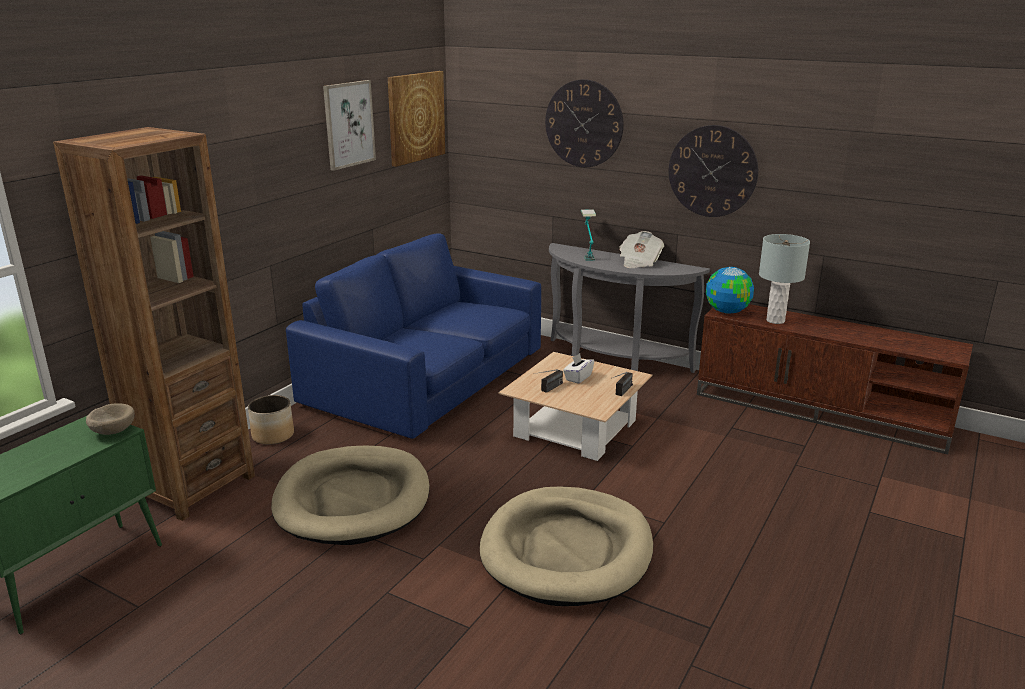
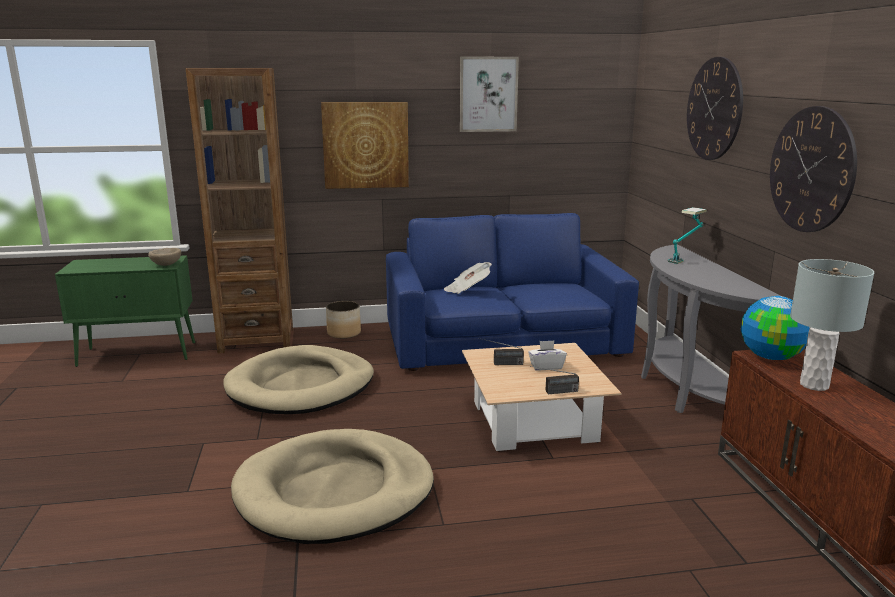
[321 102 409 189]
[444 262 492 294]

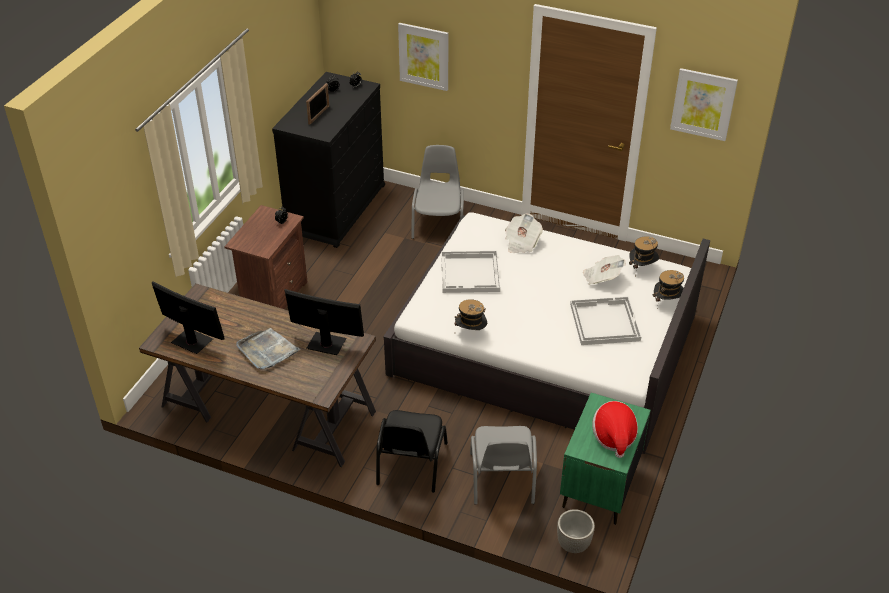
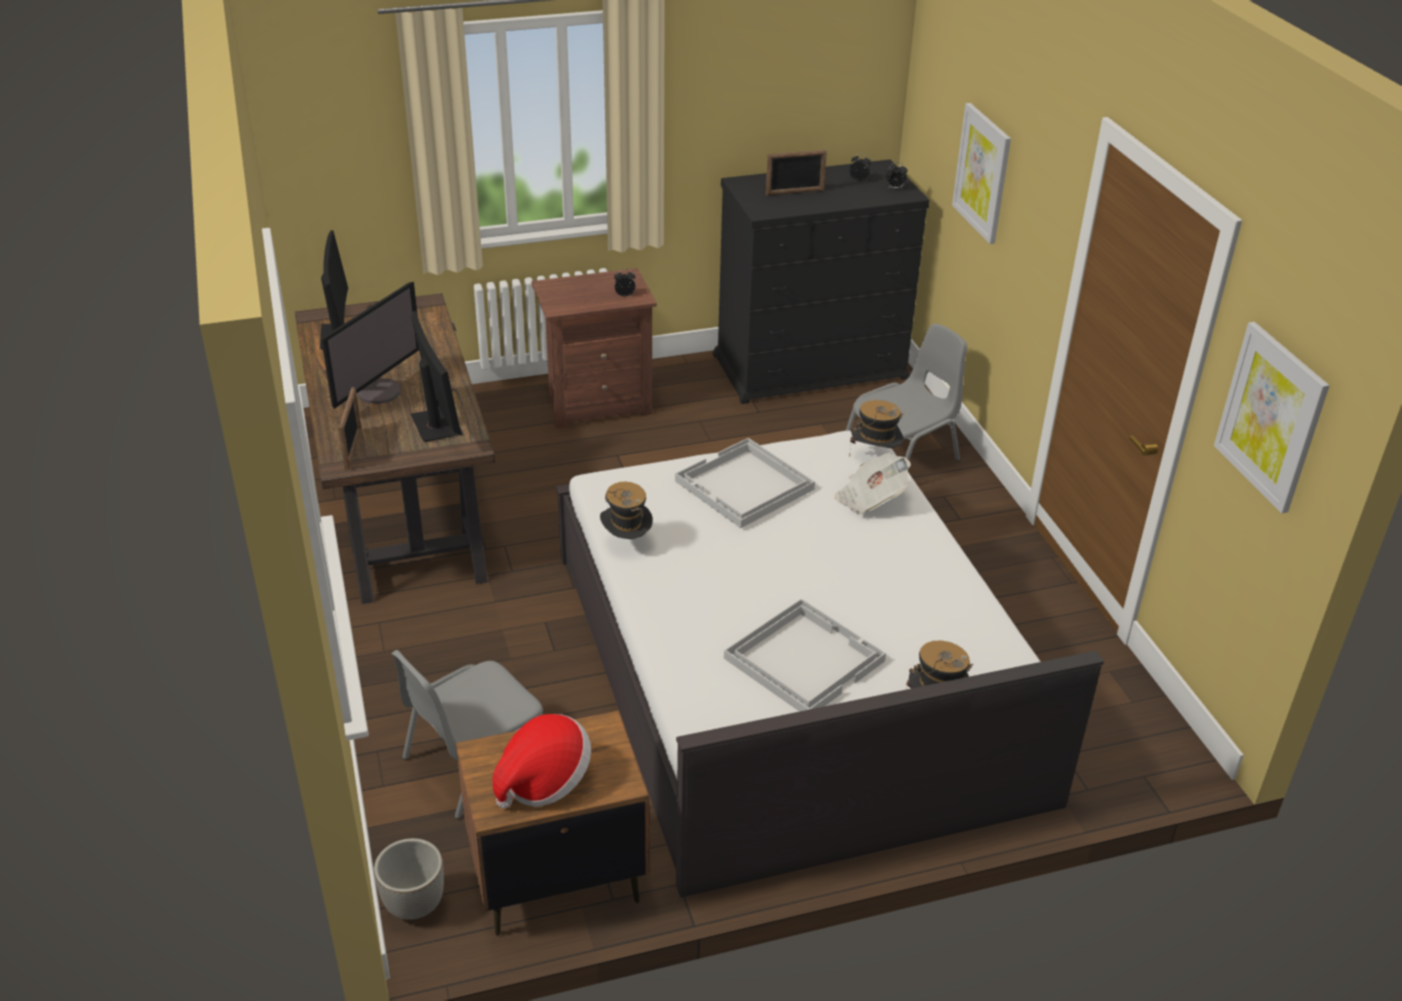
[849 400 904 458]
[582 255 626 285] (first image)
[321 282 419 409]
[456 711 649 936]
[376 410 448 493] (first image)
[338 387 362 471]

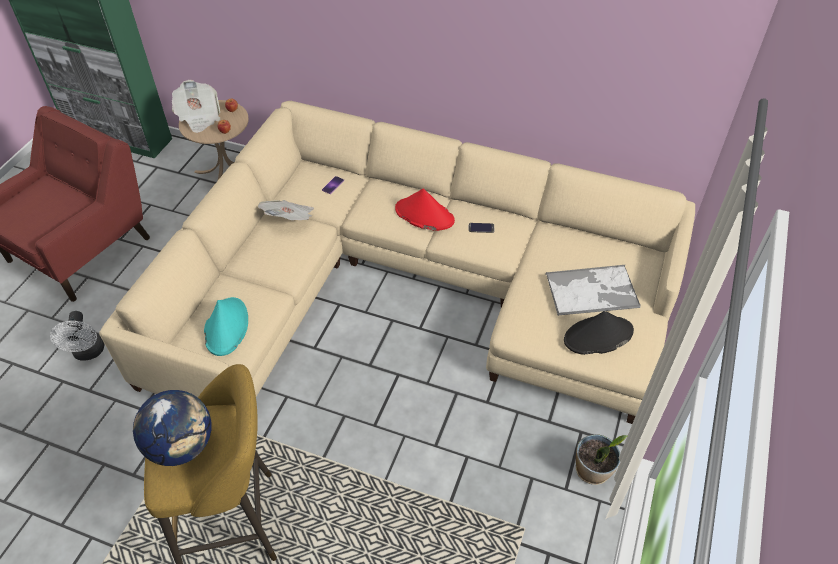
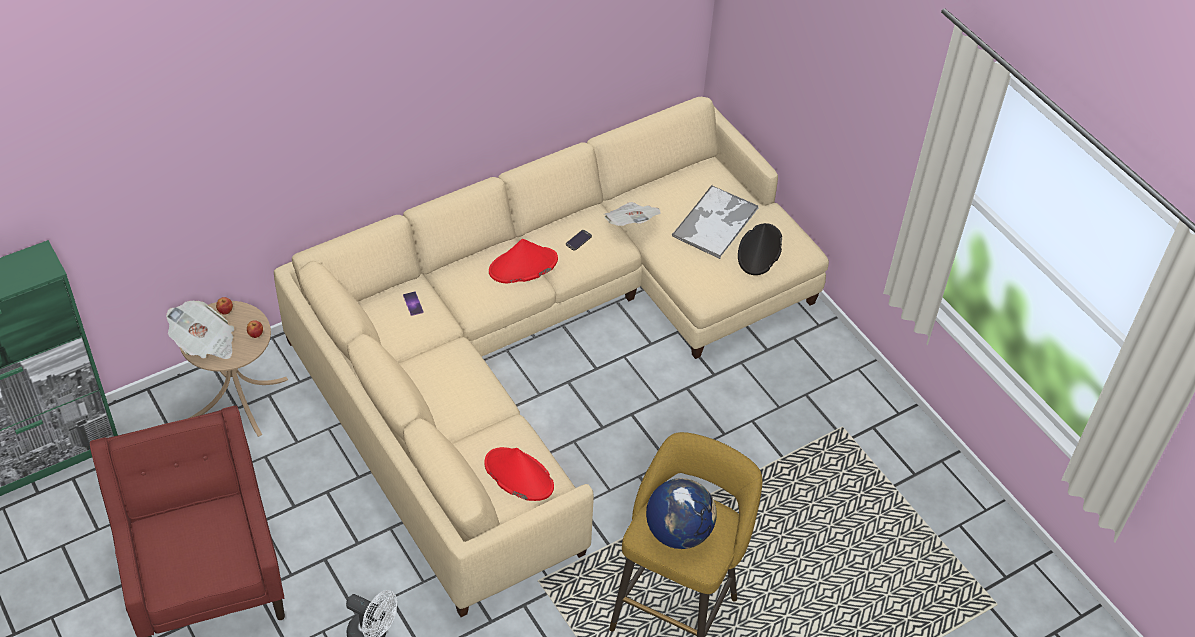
[604 202 661 226]
[484 447 554 501]
[576 434 627 485] (first image)

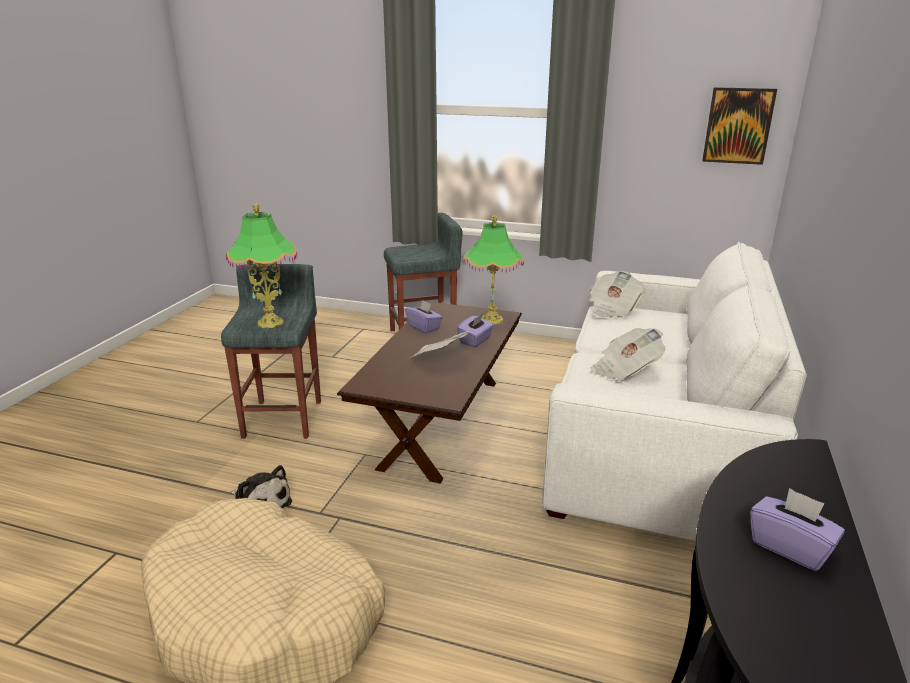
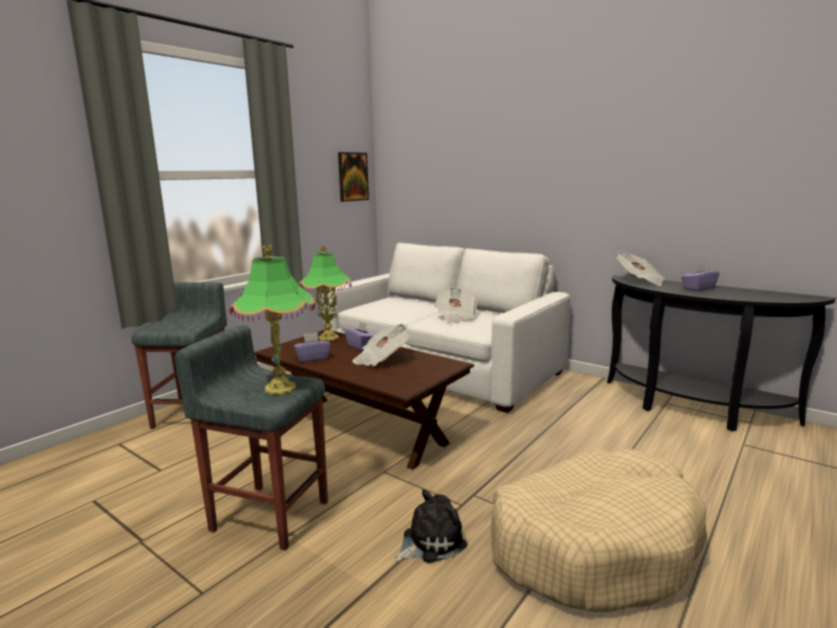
[617 251 665 286]

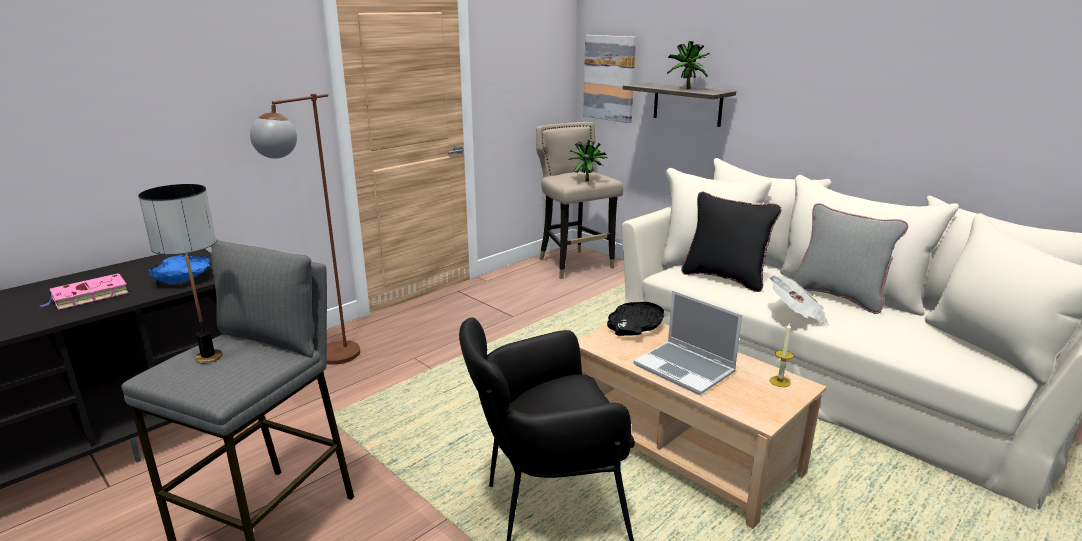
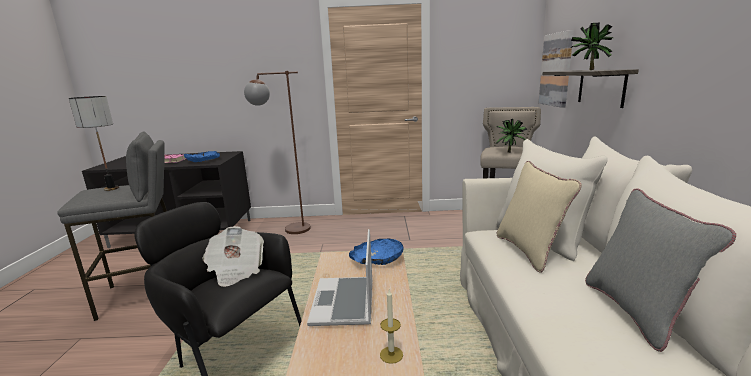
[496 161 582 273]
[202 226 264 287]
[349 239 404 265]

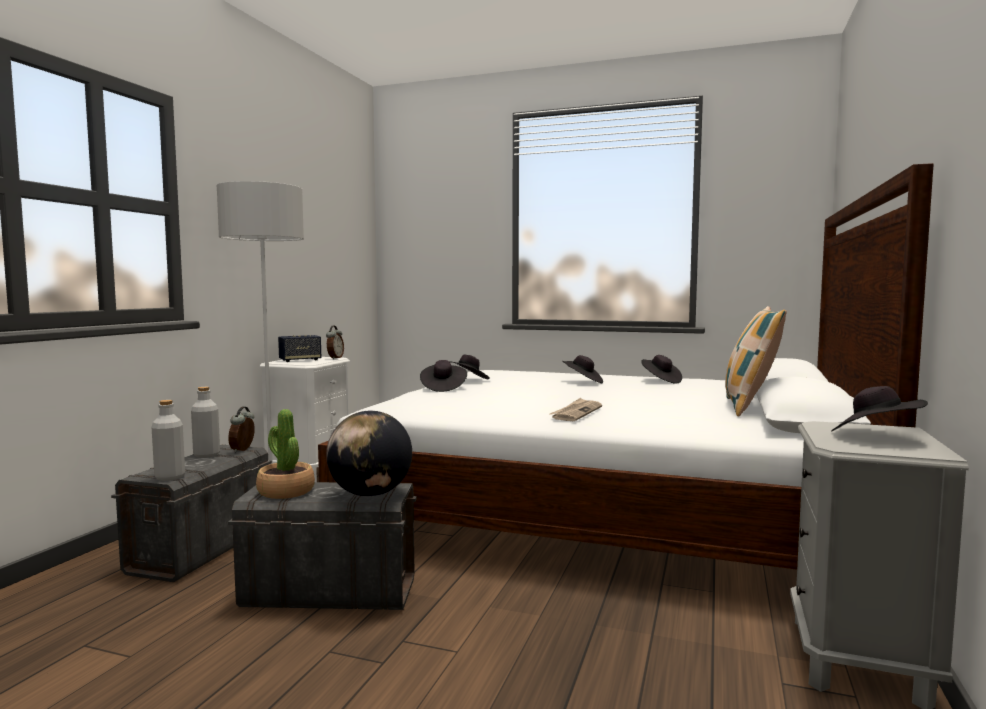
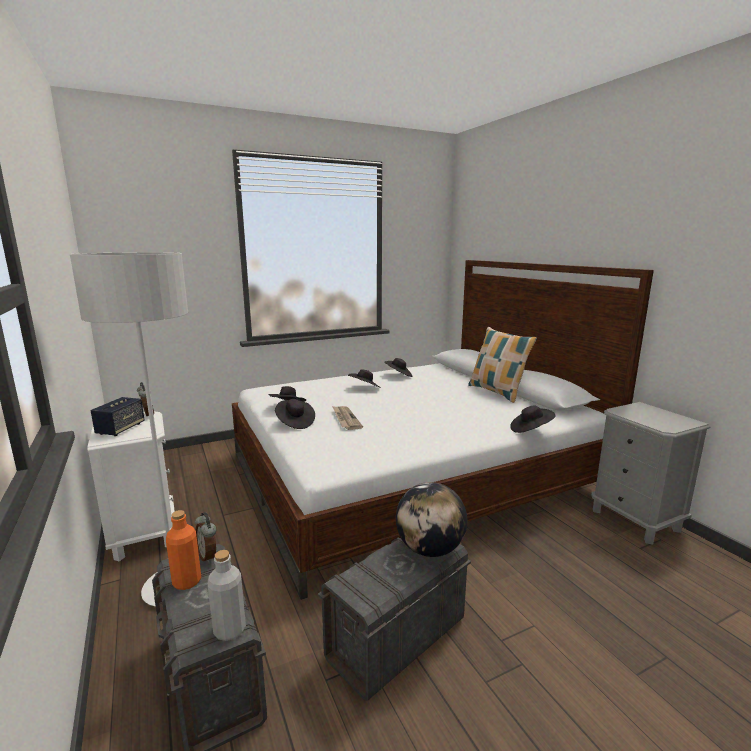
[510 406 556 433]
[166 510 201 590]
[332 406 363 430]
[256 409 315 499] (first image)

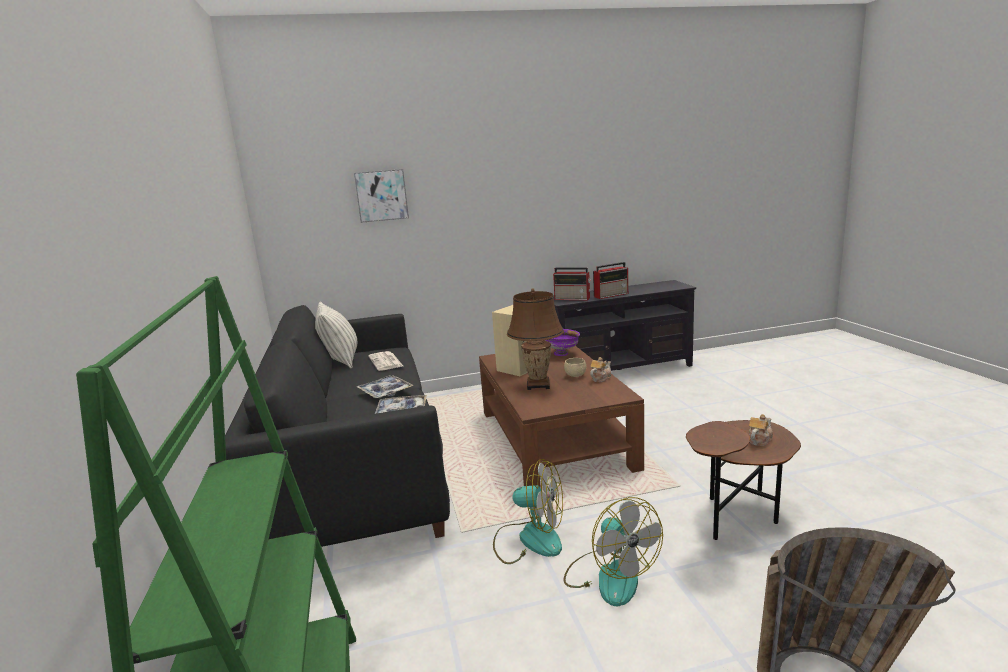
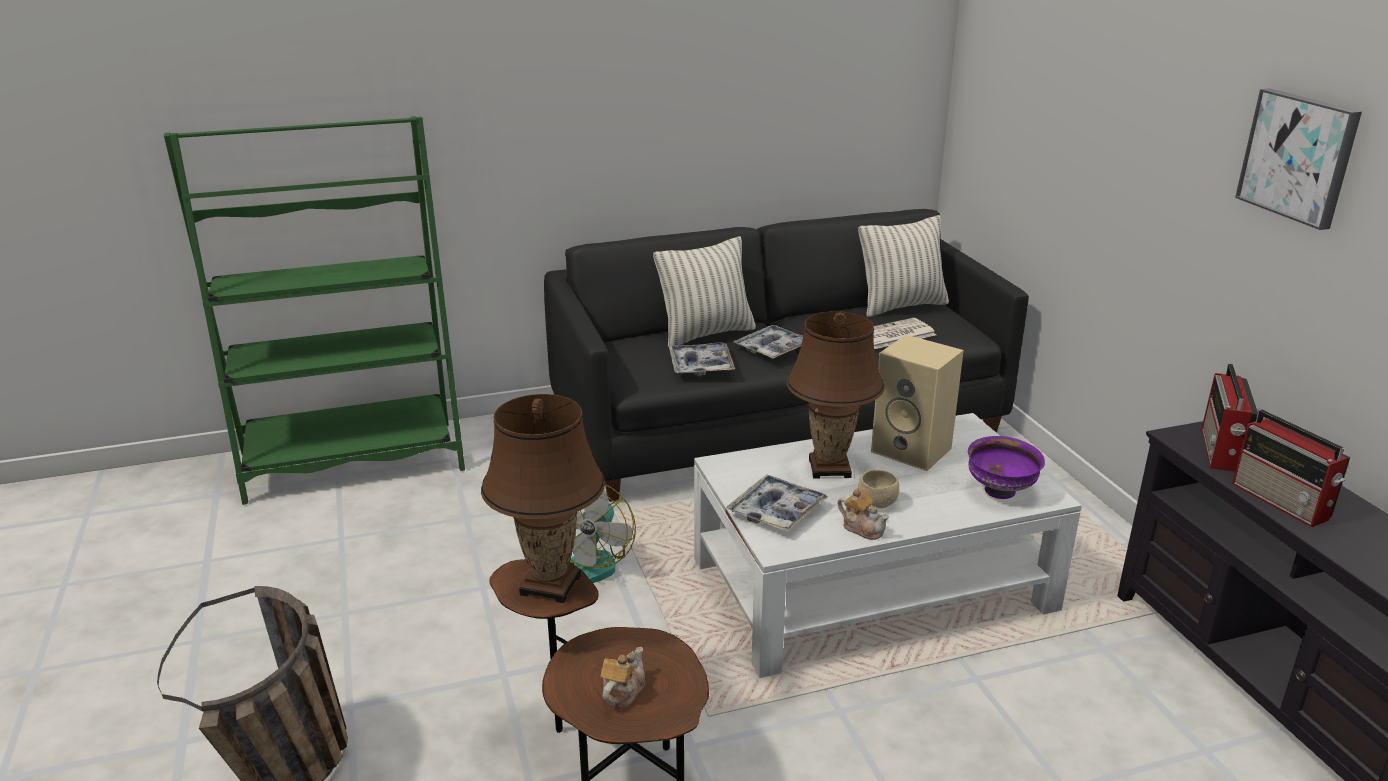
[1235 88 1362 230]
[694 413 1082 678]
[601 647 645 708]
[563 497 663 606] (first image)
[653 236 756 347]
[481 394 605 603]
[726 475 828 532]

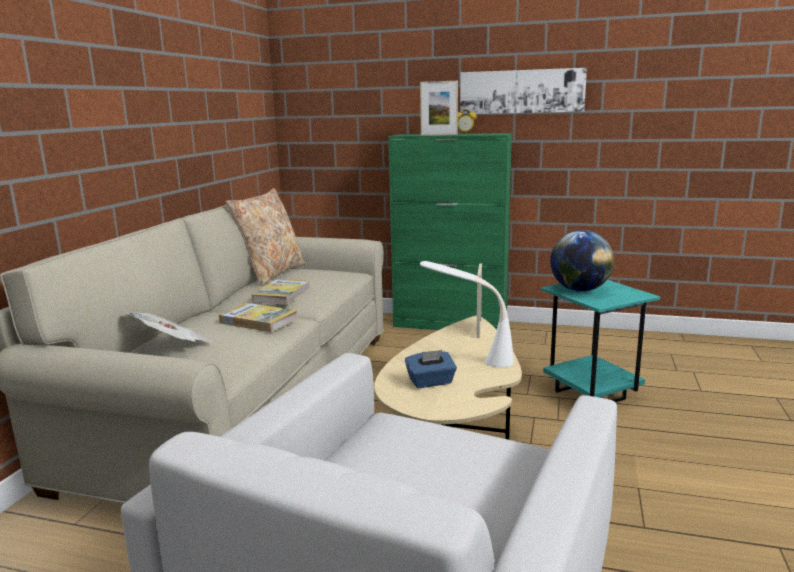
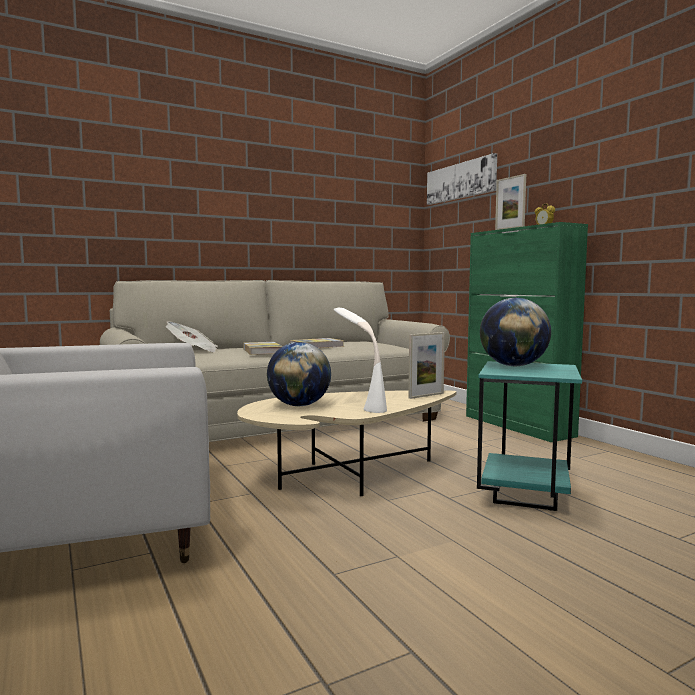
[427 153 497 205]
[226 188 305 286] (first image)
[267 342 331 406]

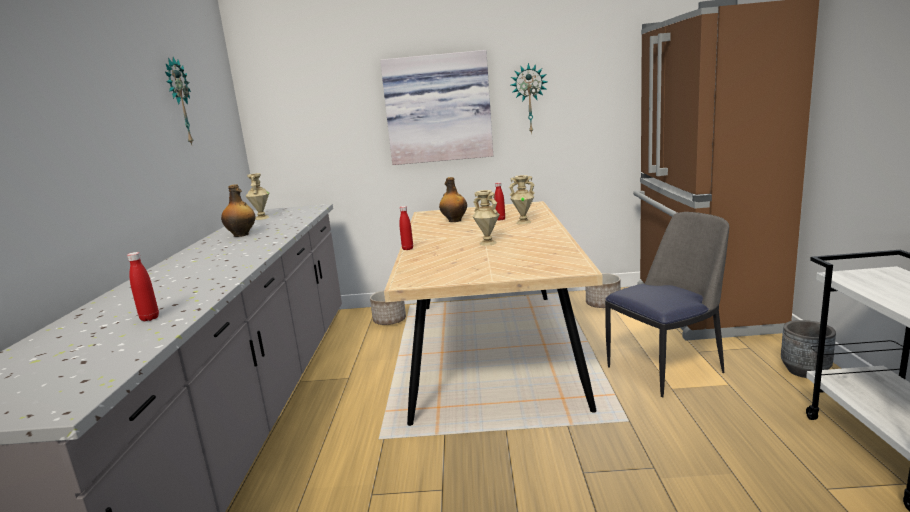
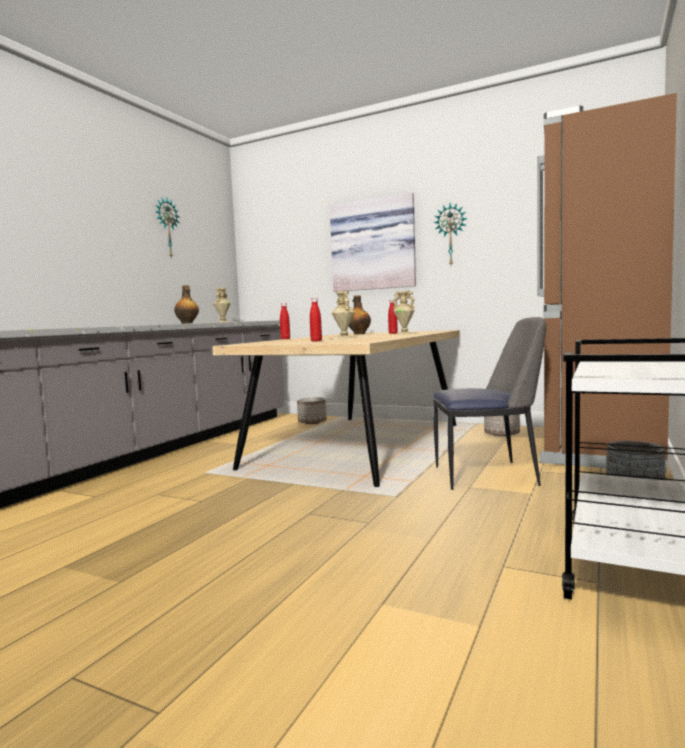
[310 298 322 342]

